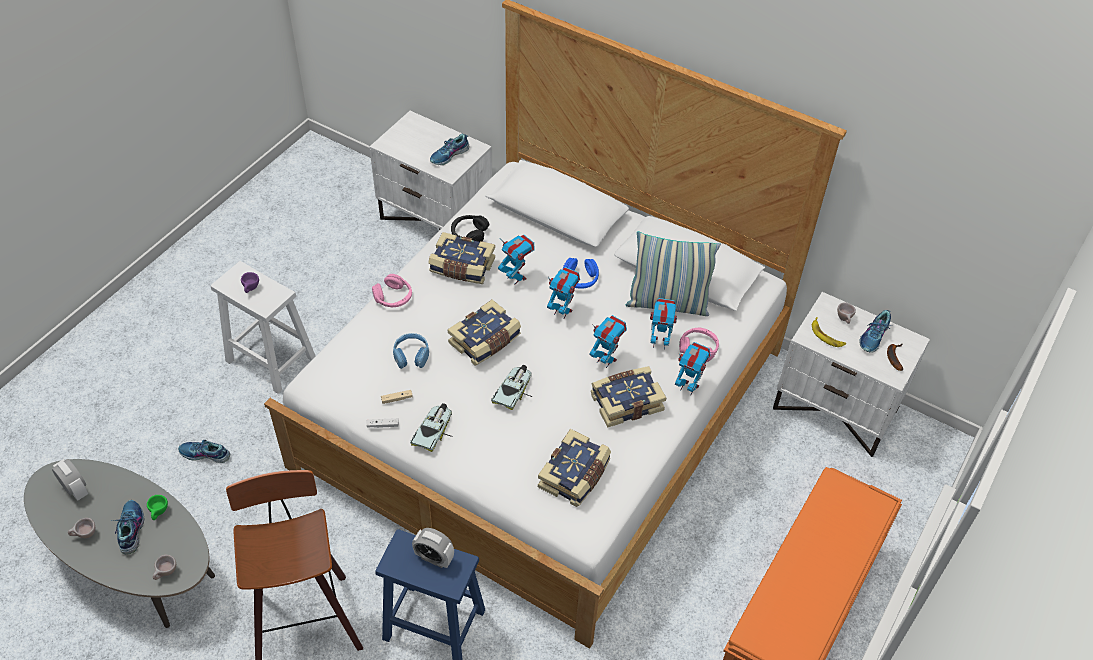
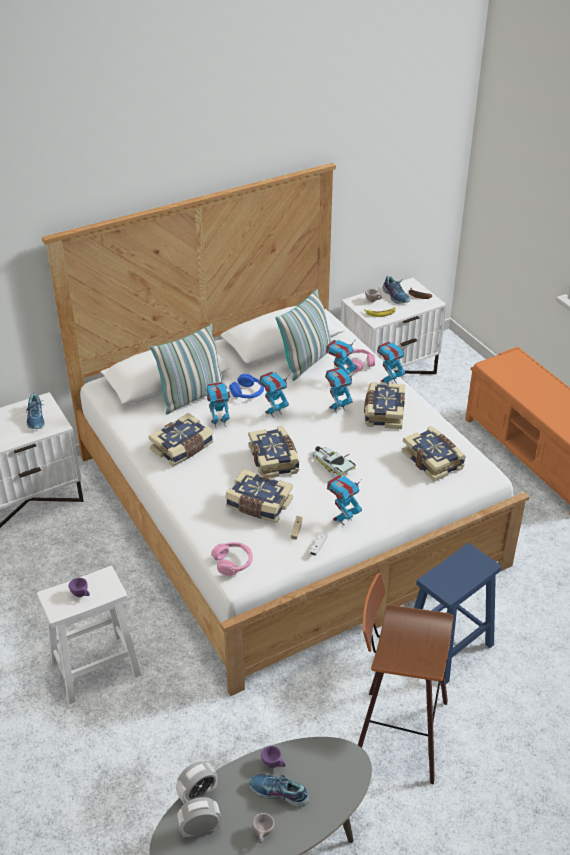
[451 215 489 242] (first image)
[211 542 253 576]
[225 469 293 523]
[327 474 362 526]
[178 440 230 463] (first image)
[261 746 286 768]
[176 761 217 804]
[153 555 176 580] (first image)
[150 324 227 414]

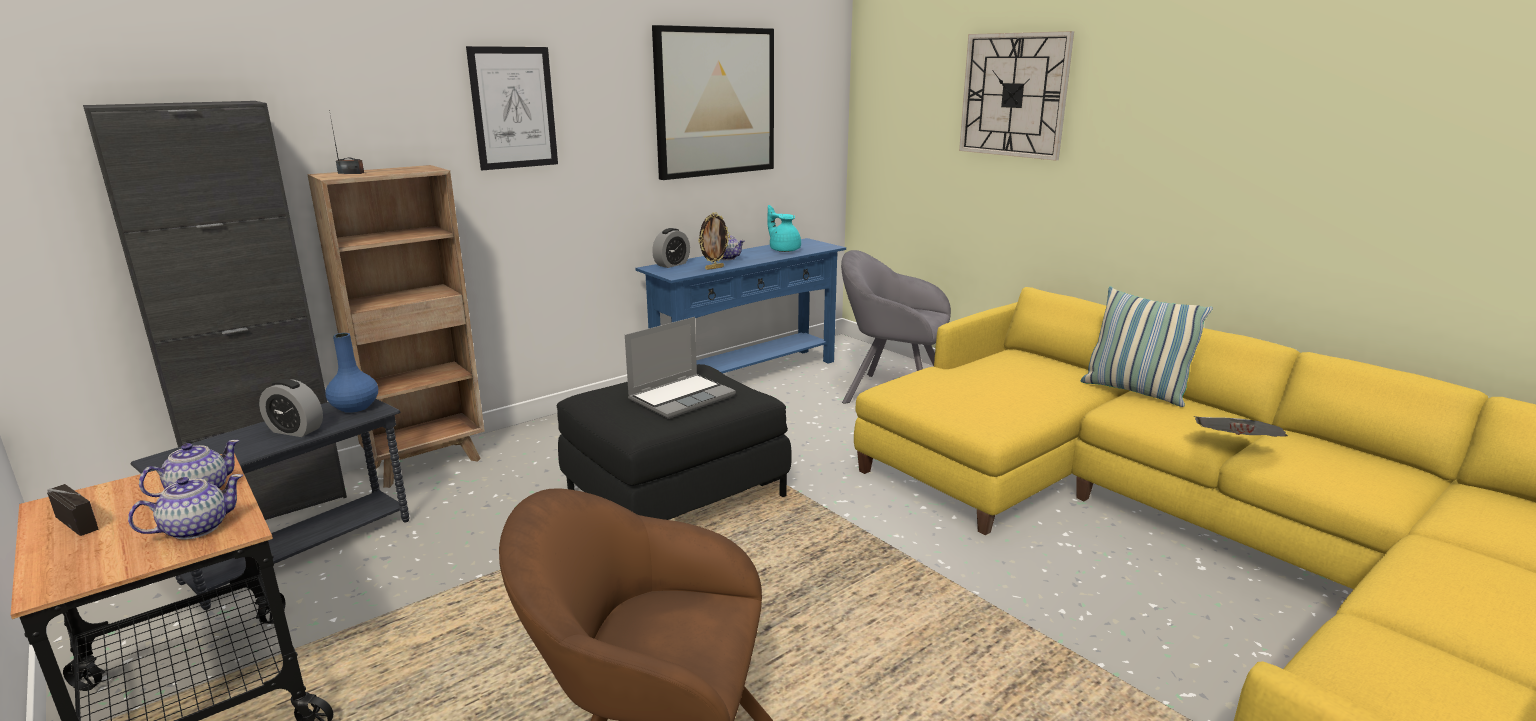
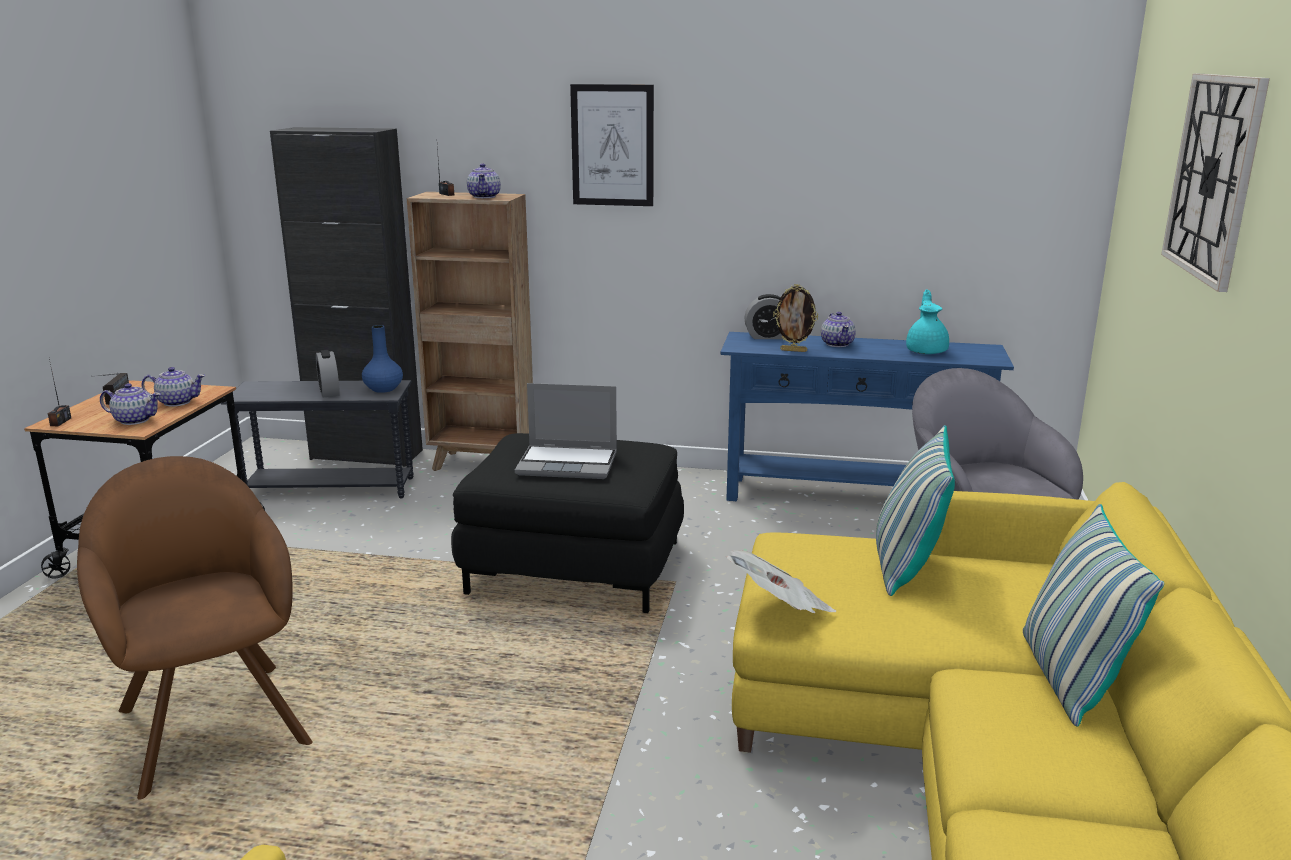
[652 25 774 180] (first image)
[726 550 836 613]
[467 163 501 198]
[47 359 71 426]
[876 425 955 596]

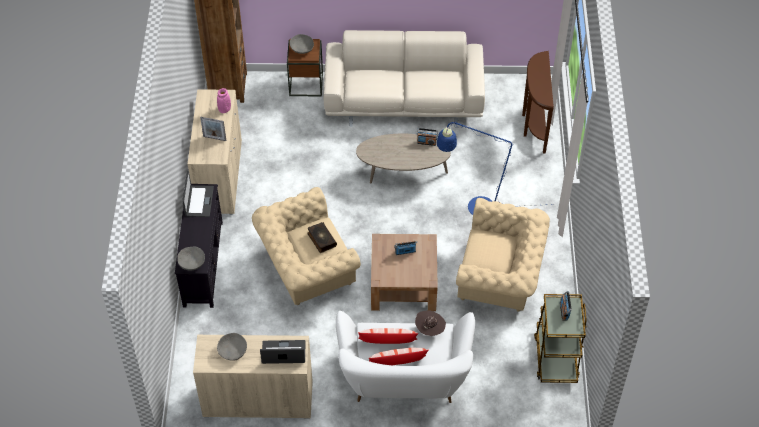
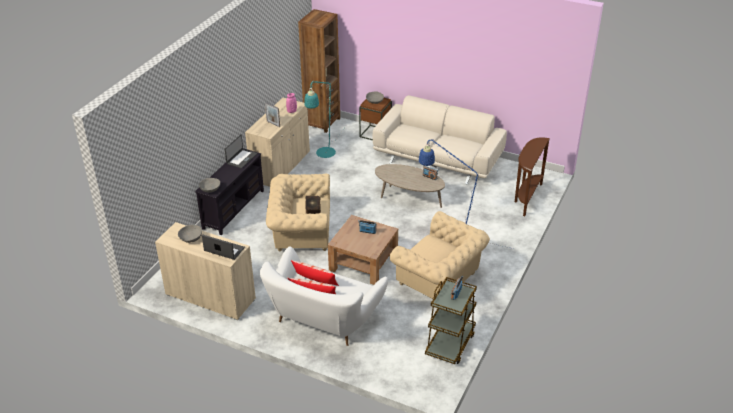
[415 310 446 336] (first image)
[304 81 346 158]

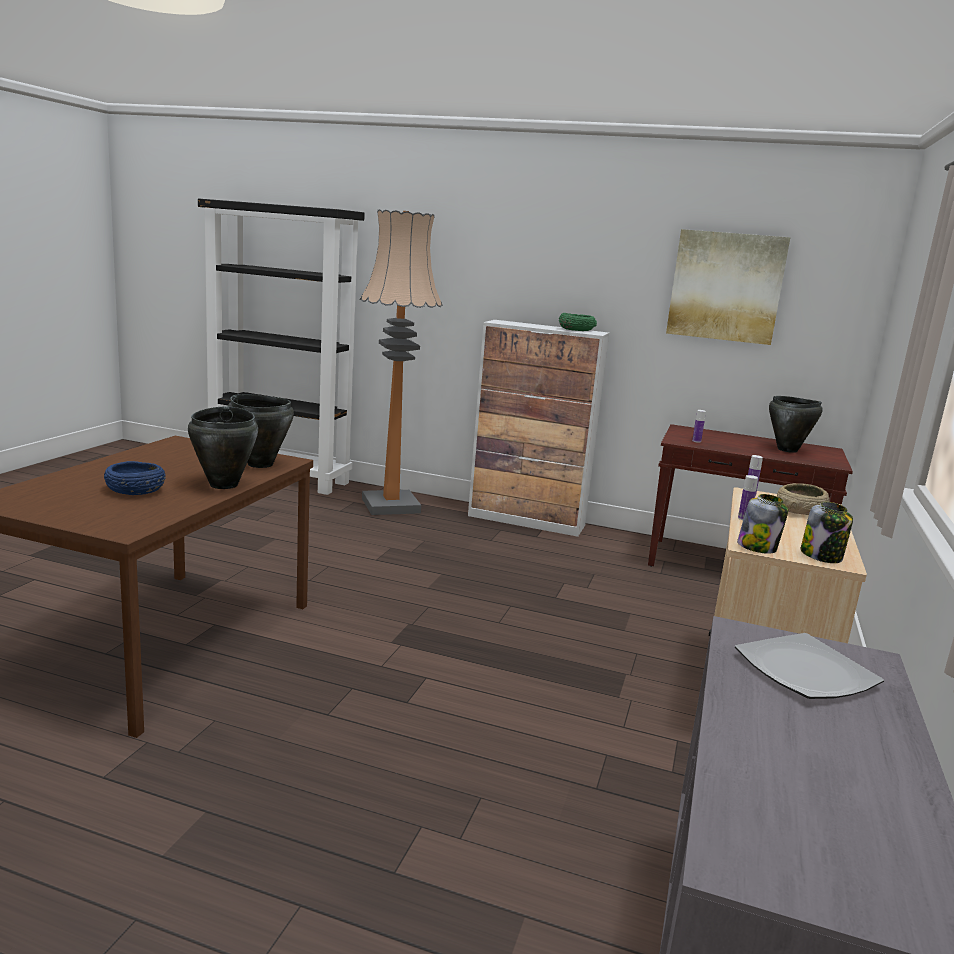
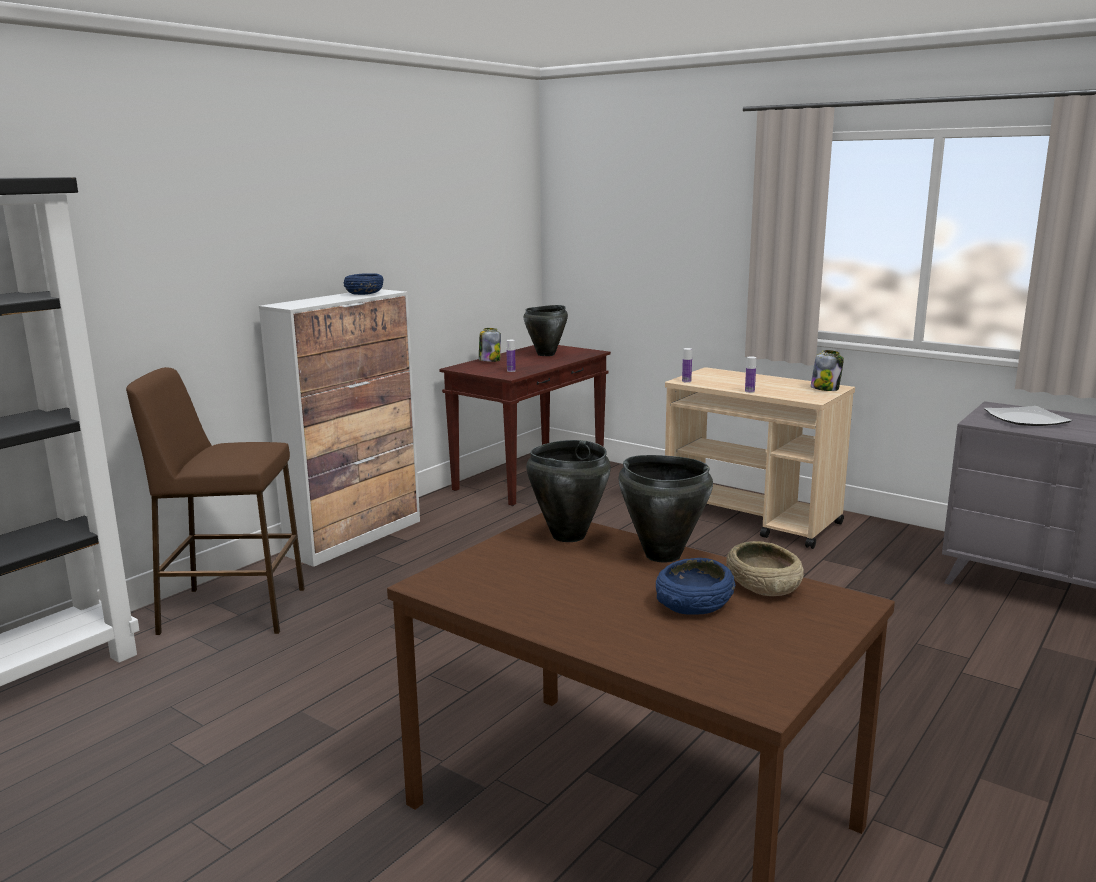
[126 367 305 635]
[666 229 790 345] (first image)
[344 273 383 295]
[726 541 804 596]
[479 328 501 362]

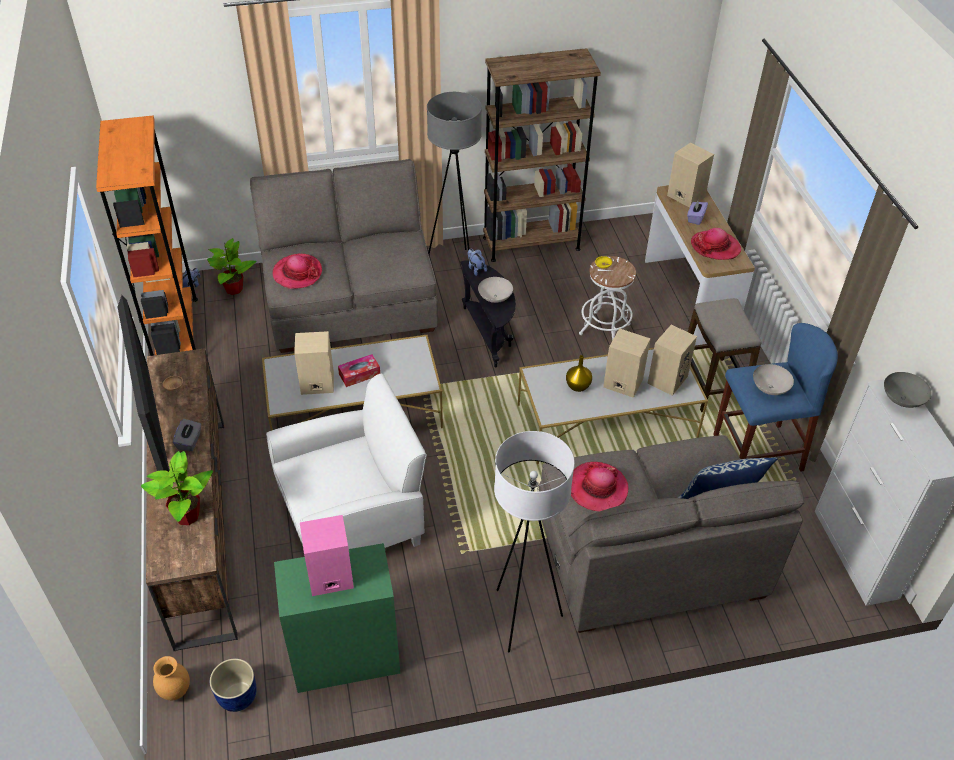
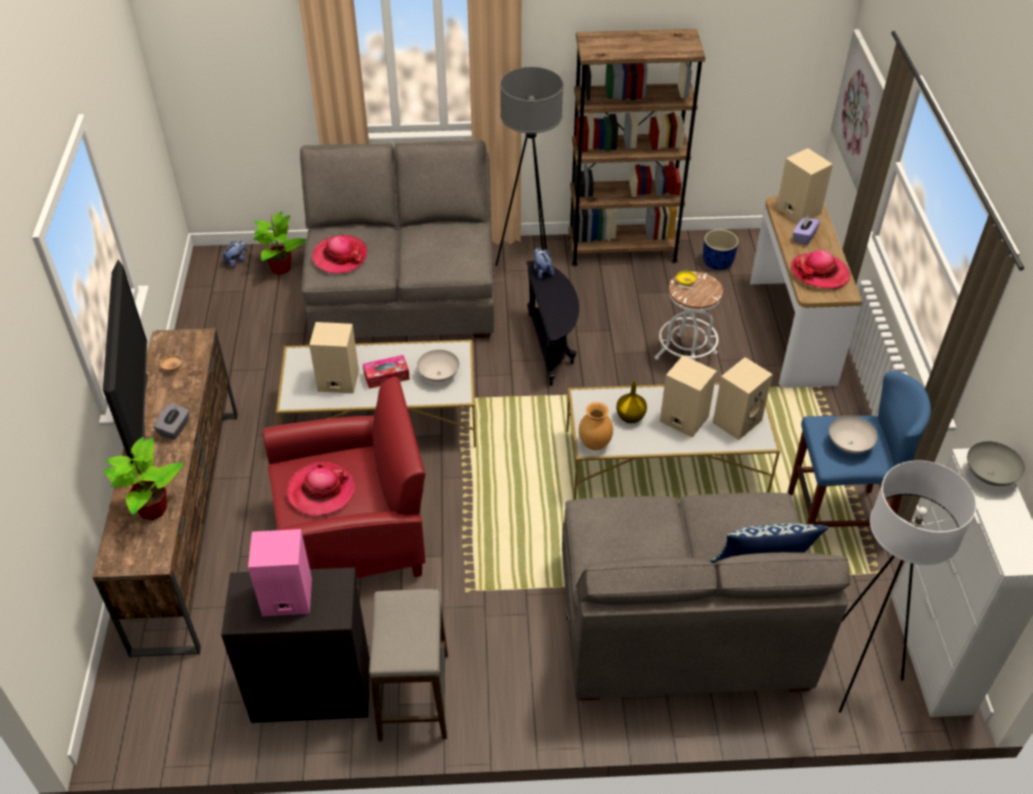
[96 115 198 356] (first image)
[417 350 459 382]
[369 589 448 741]
[263 377 426 578]
[839 460 977 713]
[287 462 355 516]
[221 568 370 723]
[579 402 613 450]
[703 229 739 270]
[831 29 886 192]

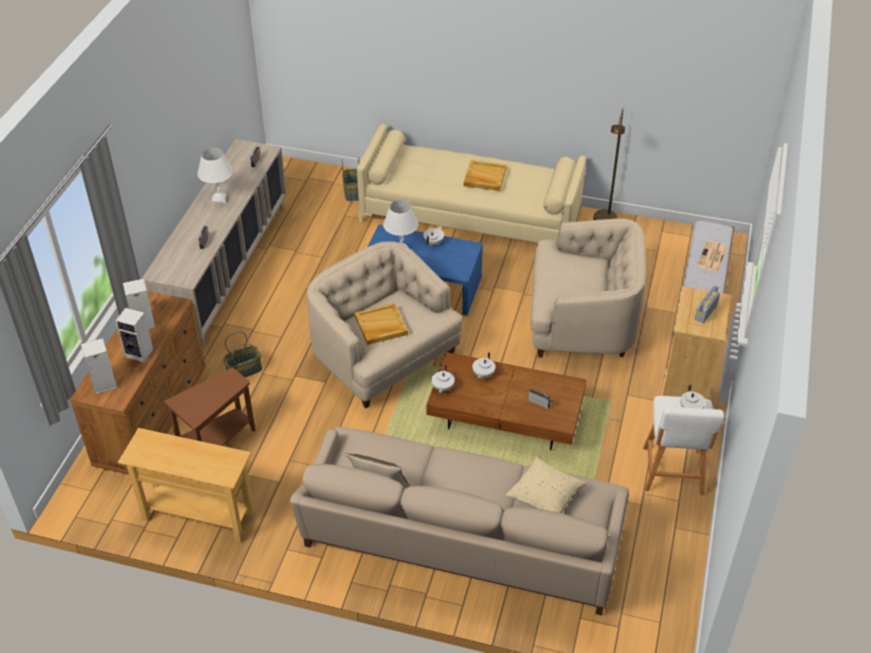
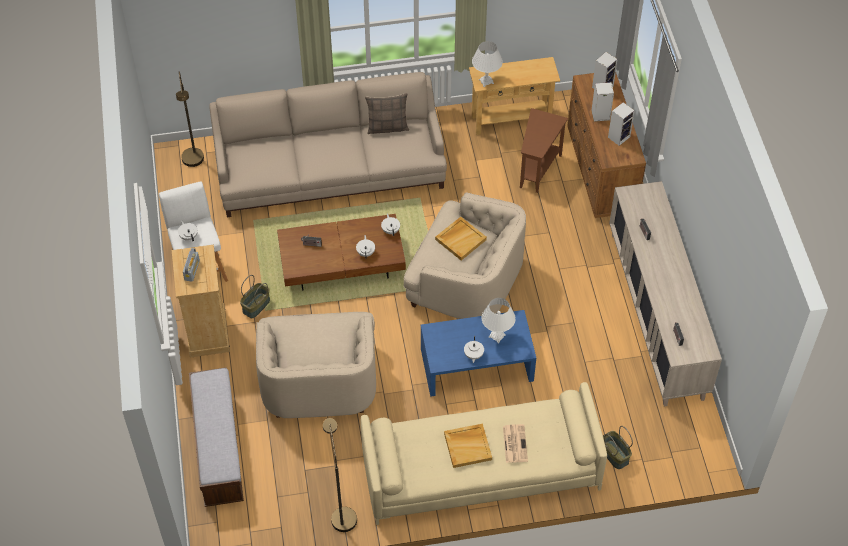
[472 41 503 87]
[256 312 376 418]
[503 424 528 463]
[240 275 270 318]
[506 457 587 513] (first image)
[176 71 204 167]

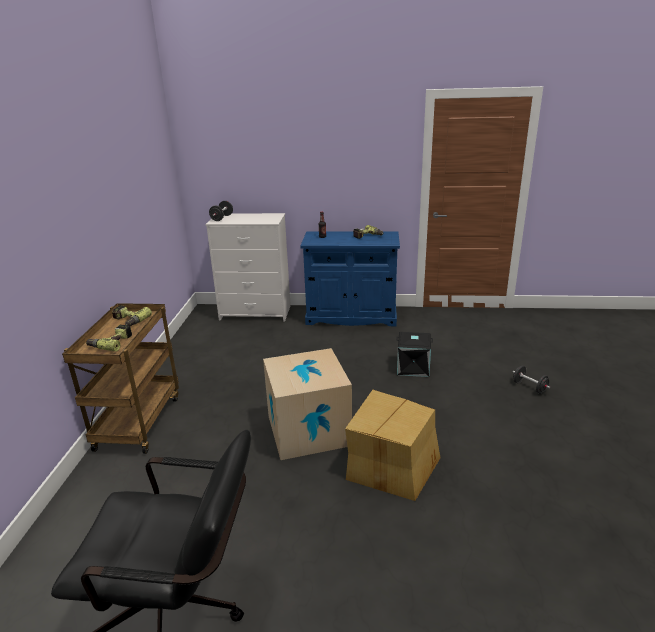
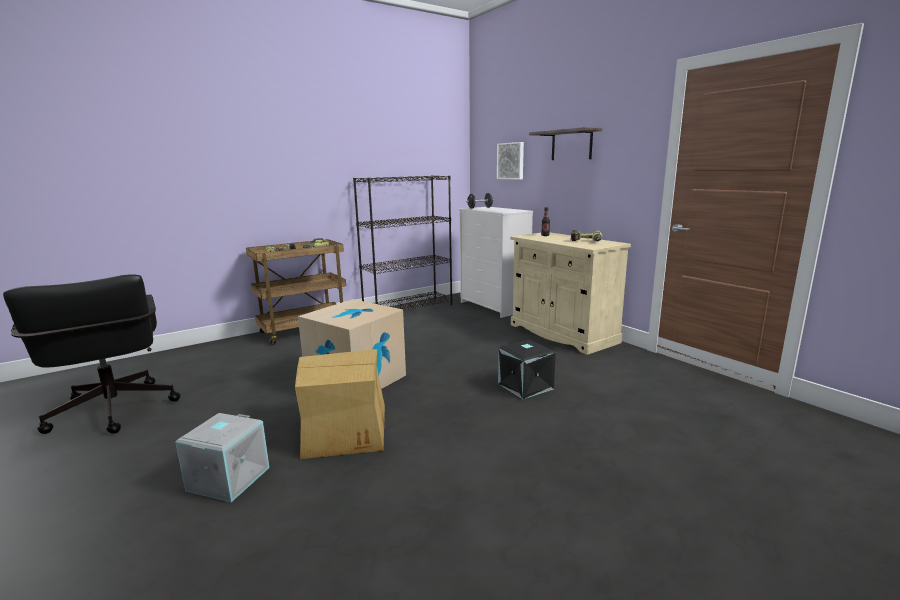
[510 232 631 355]
[513 366 550 394] (first image)
[529 127 602 160]
[497 142 524 180]
[353 175 452 311]
[175 413 269 502]

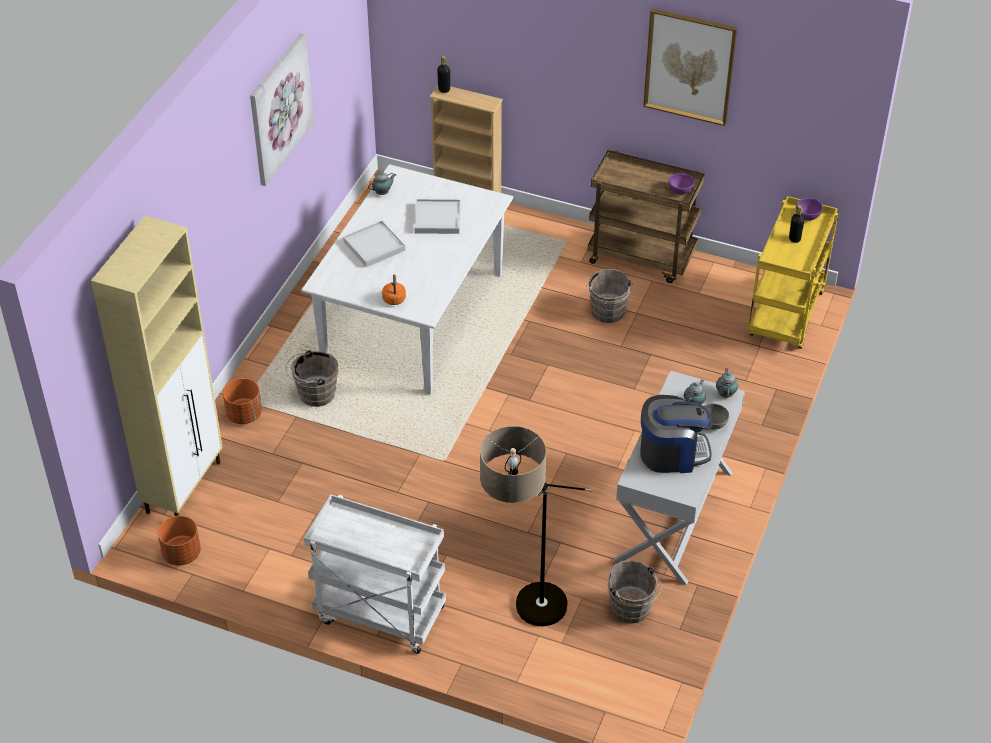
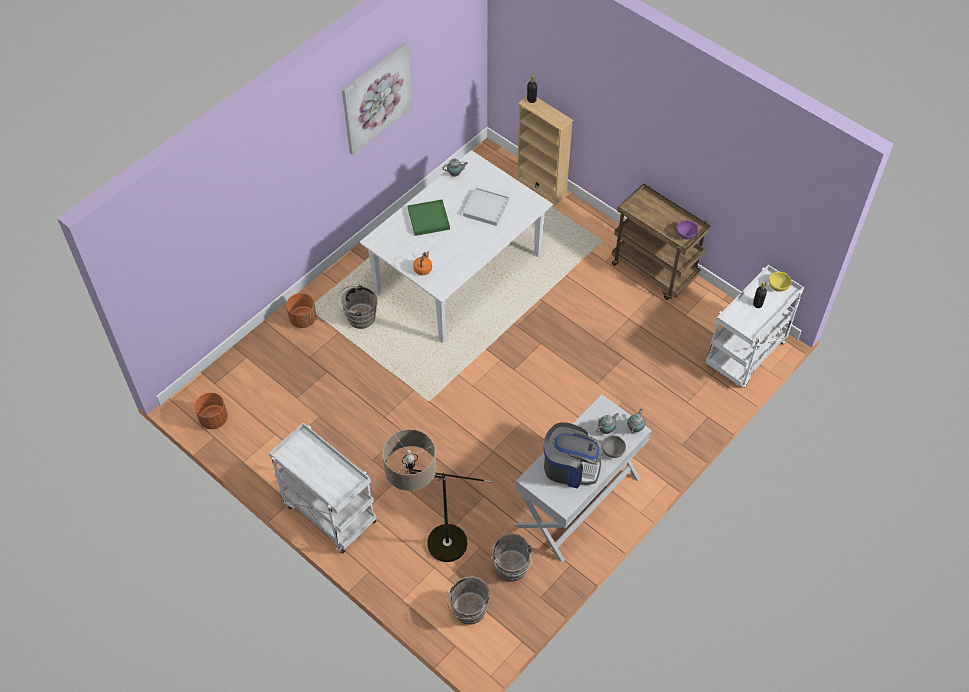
[643 9 737 126] (first image)
[706 265 804 388]
[769 272 791 292]
[91 216 223 516] (first image)
[408 200 450 236]
[447 576 490 625]

